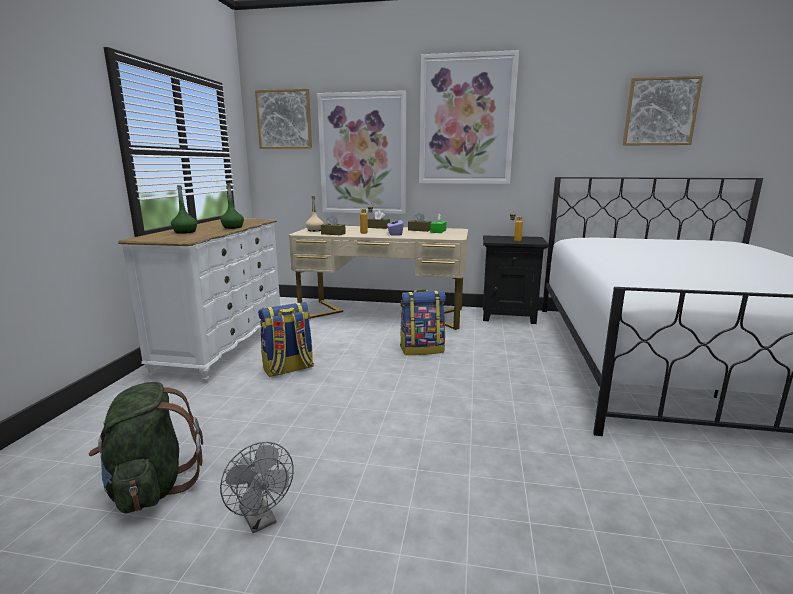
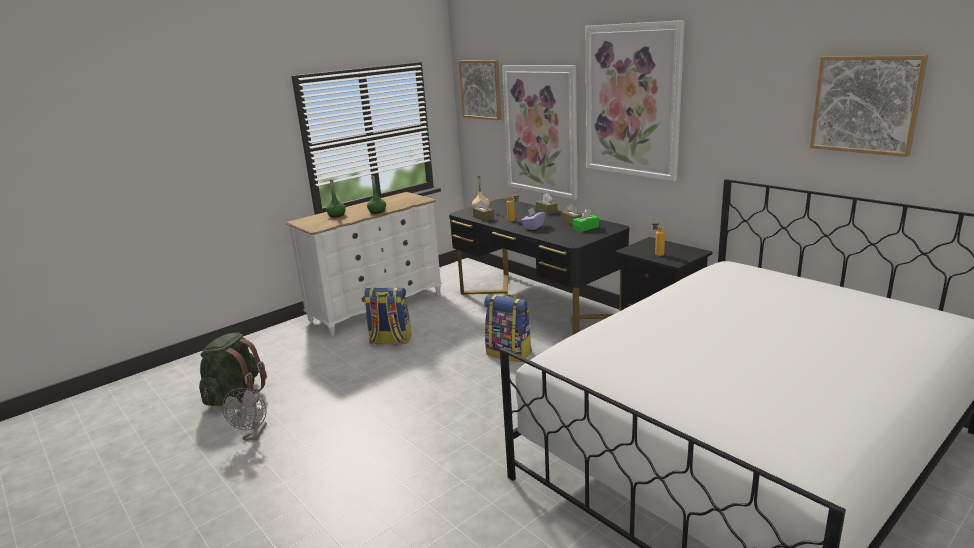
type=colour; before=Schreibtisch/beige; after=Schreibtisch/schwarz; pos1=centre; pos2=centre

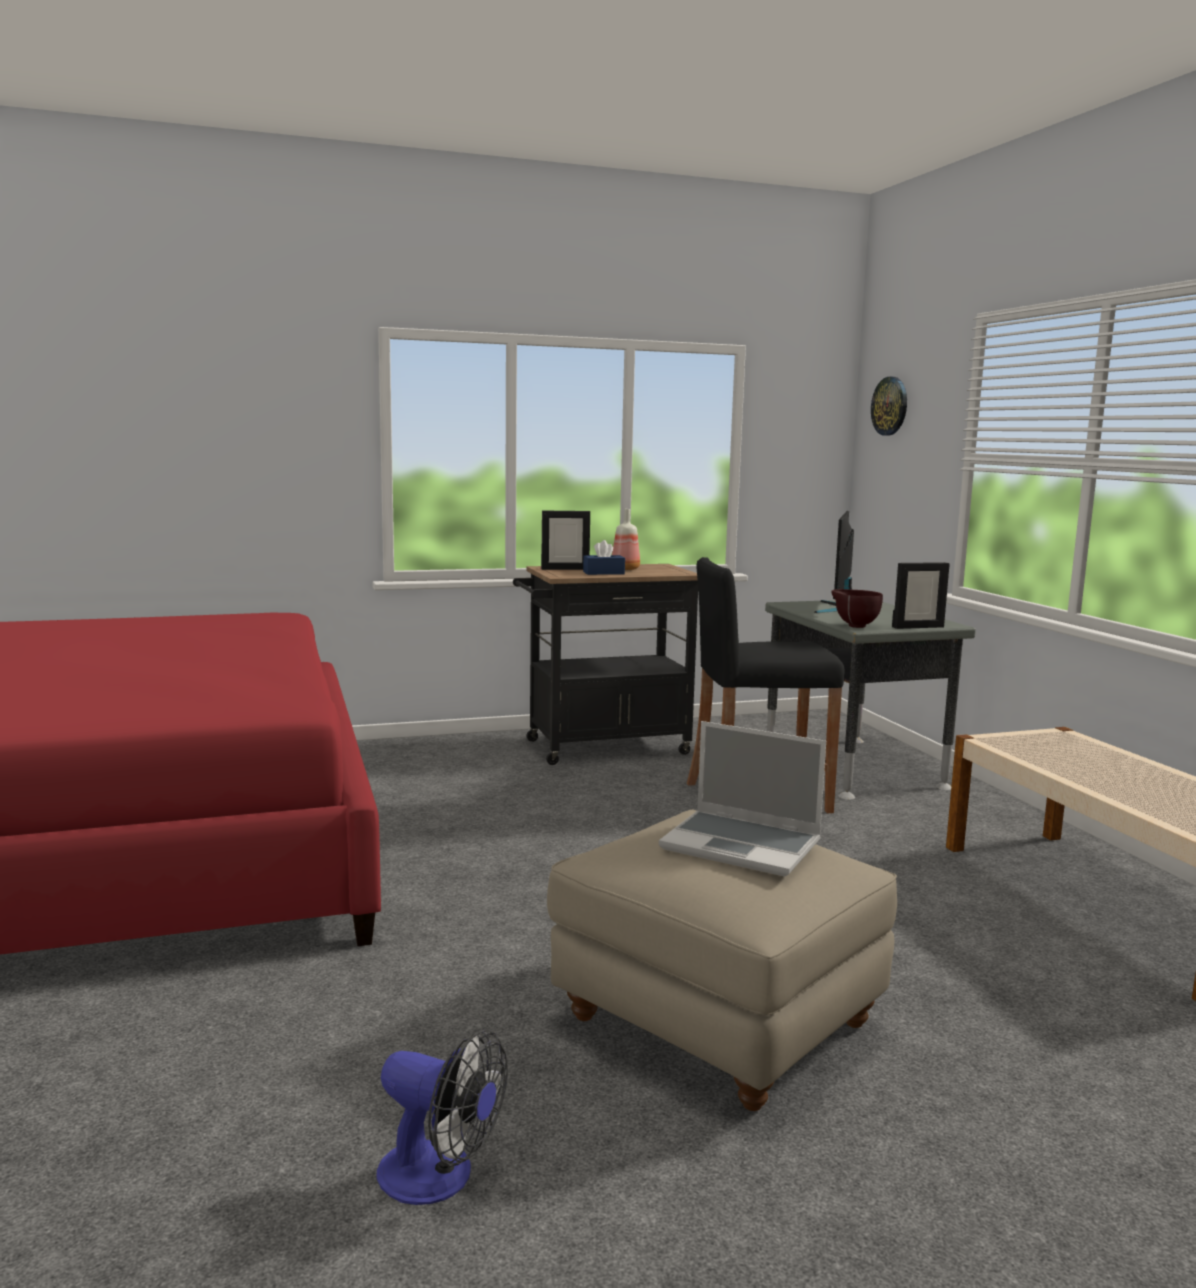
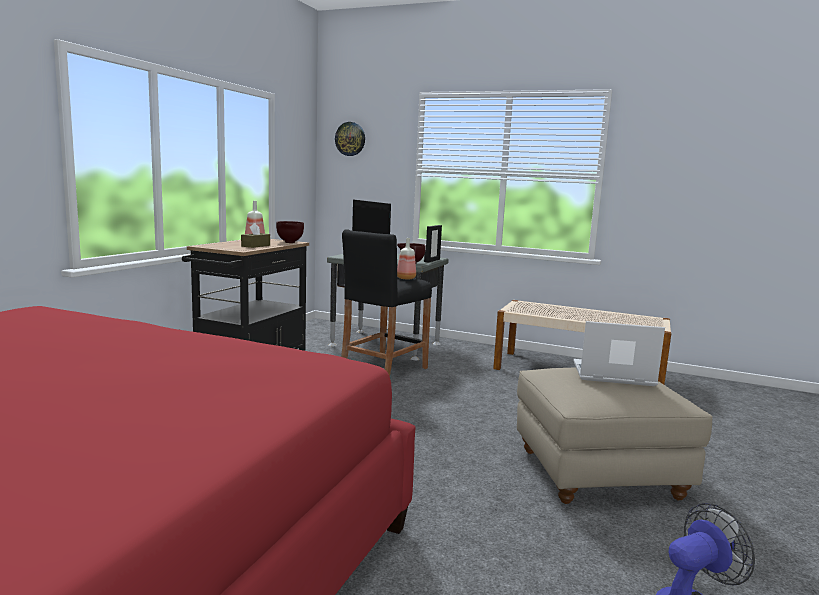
type=missing; before=Bilderrahmen (no. 1 from left); pos1=centre
type=colour; before=Taschentuchbox/blau; after=Taschentuchbox/braun; pos1=centre; pos2=middle left
type=spun; before=Laptop; pos1=centre; pos2=middle right; turn=-150
type=appeared; after=Schüssel/braun (no. 1 from left); pos2=centre
type=appeared; after=Flasche (no. 2 from left); pos2=centre

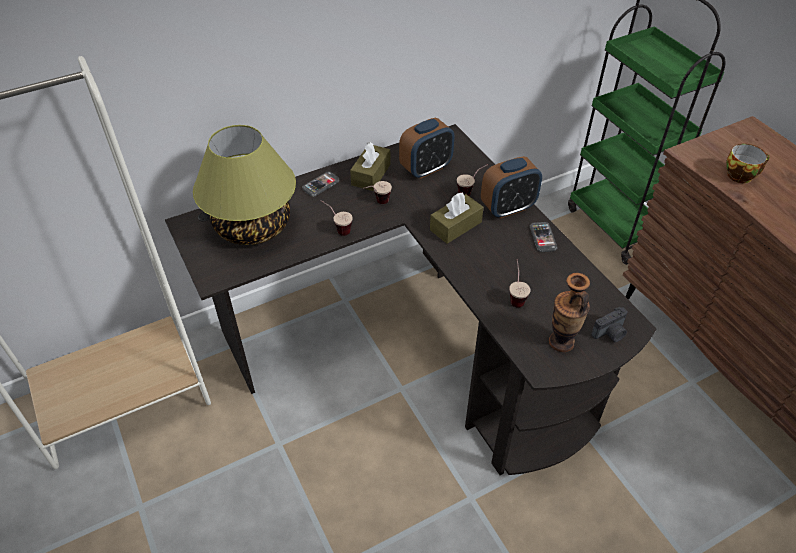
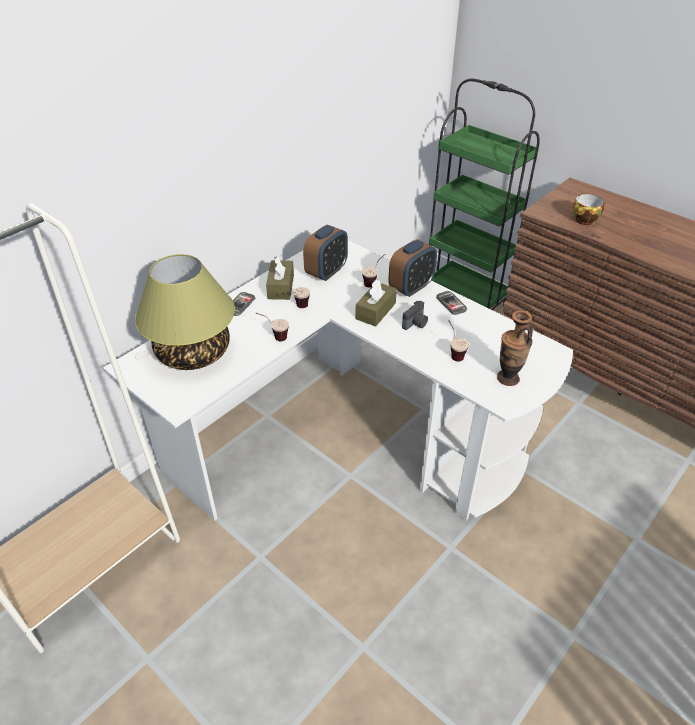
type=colour; before=Schreibtisch/schwarz; after=Schreibtisch/weiß; pos1=centre; pos2=centre
type=relocated; before=Kamera; pos1=middle right; pos2=centre

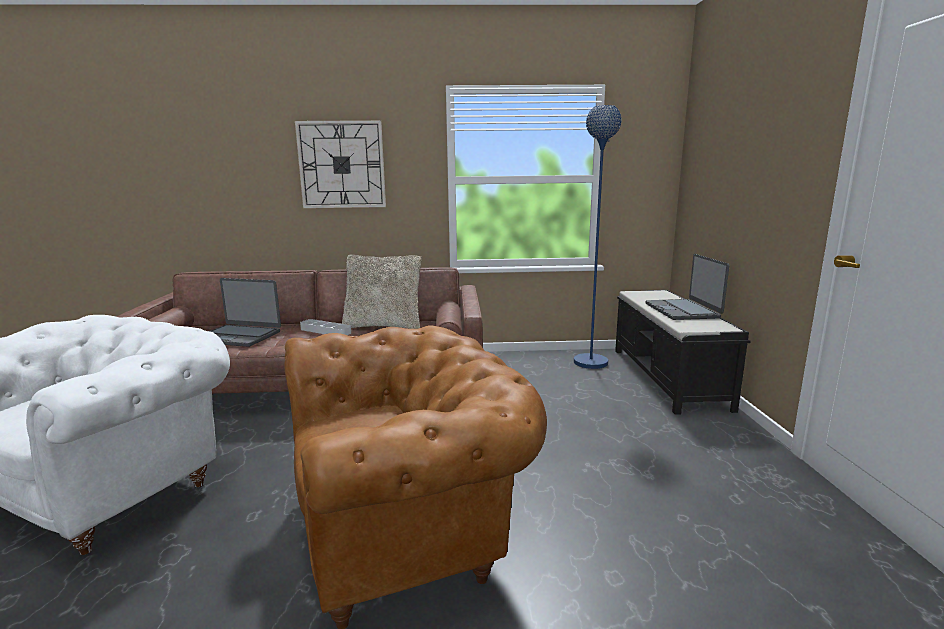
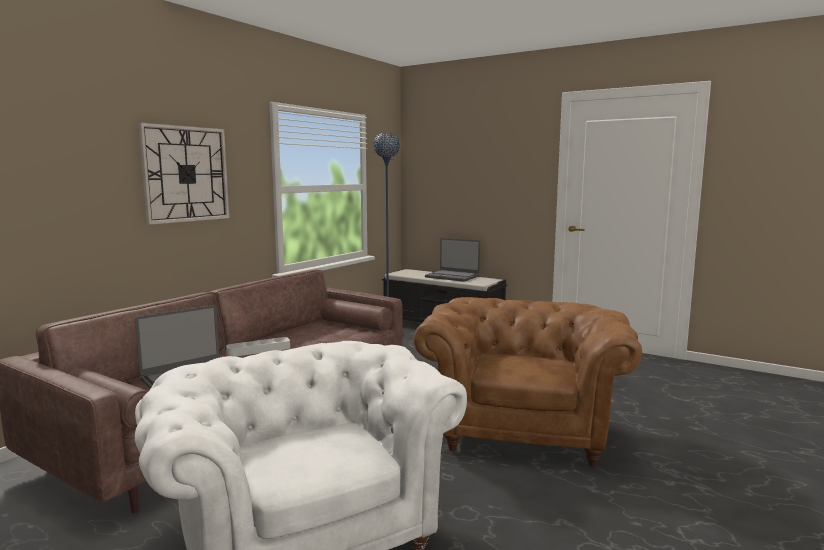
type=missing; before=Kissen/beige; pos1=centre

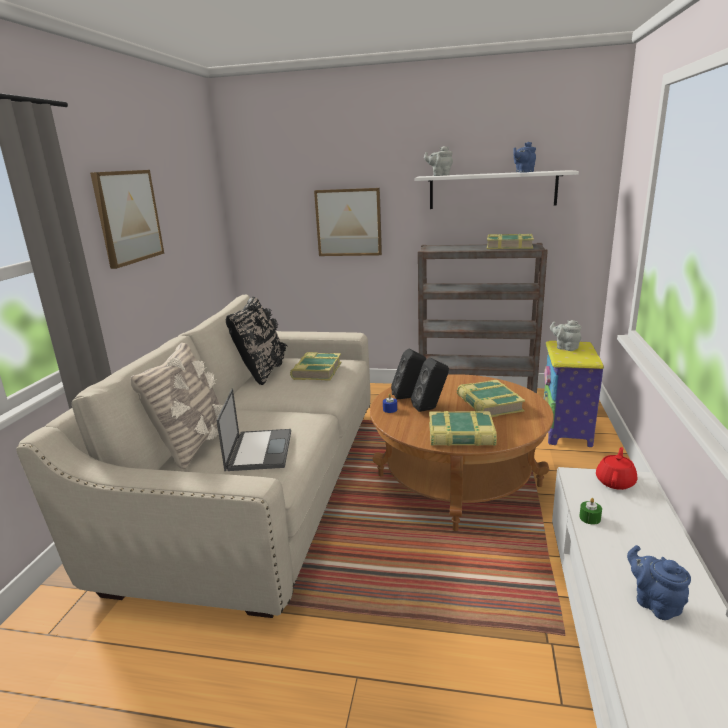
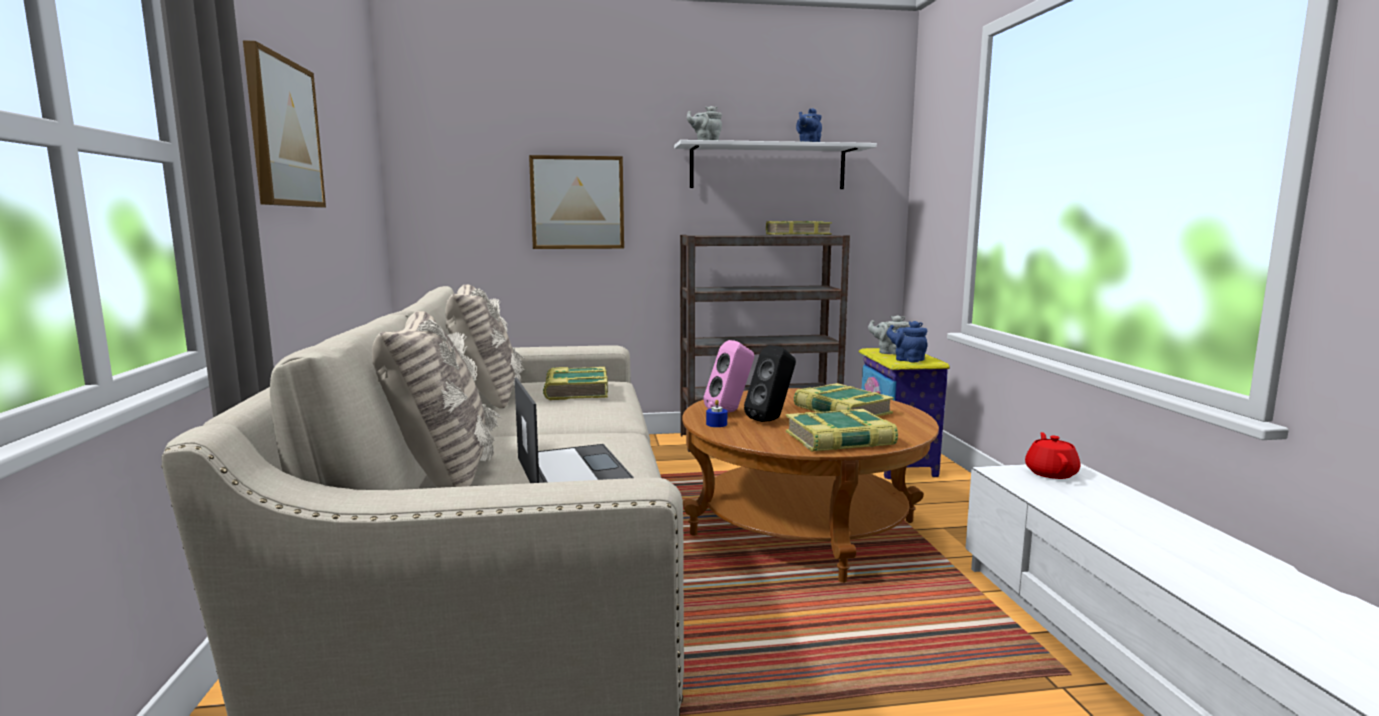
type=colour; before=Kissen/schwarz; after=Kissen/beige (no. 2 from left); pos1=centre; pos2=centre
type=colour; before=Lautsprecher/schwarz (no. 1 from left); after=Lautsprecher/rosa; pos1=centre; pos2=centre
type=missing; before=Kerze/grün; pos1=bottom right
type=relocated; before=Teekanne/blau (no. 2 from left); pos1=bottom right; pos2=centre

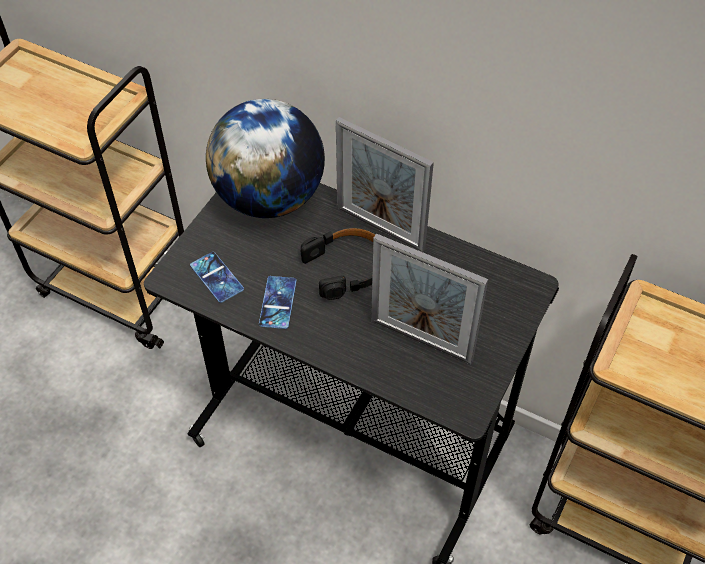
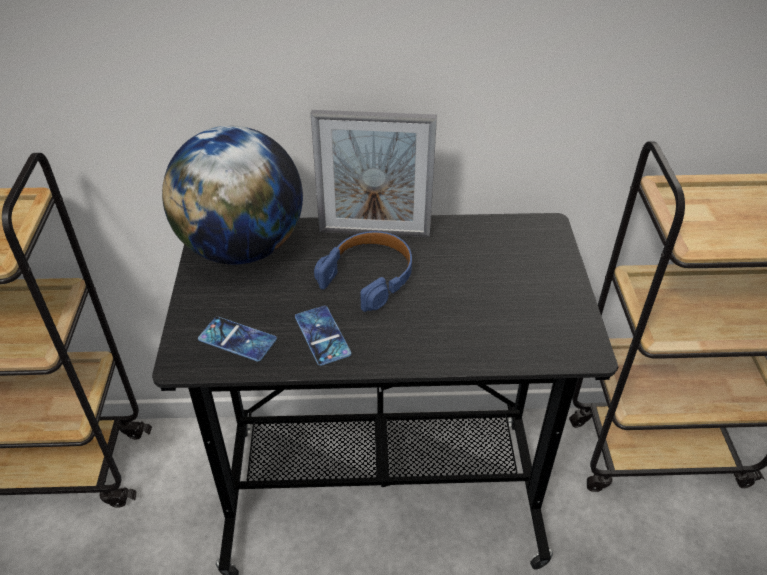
type=colour; before=Kopfhörer/schwarz; after=Kopfhörer/blau; pos1=centre; pos2=centre
type=missing; before=Bilderrahmen (no. 2 from left); pos1=centre

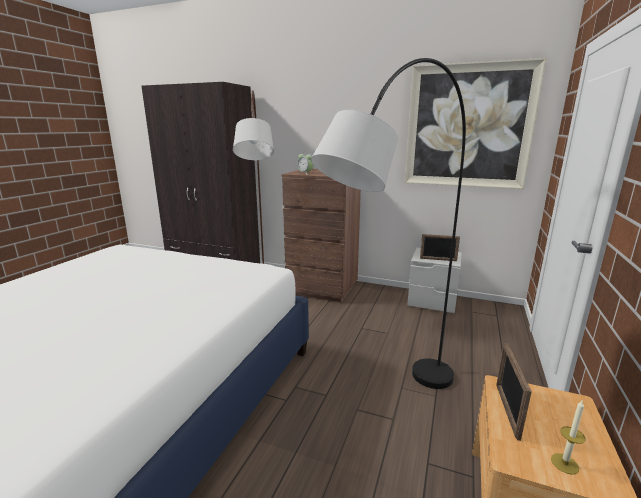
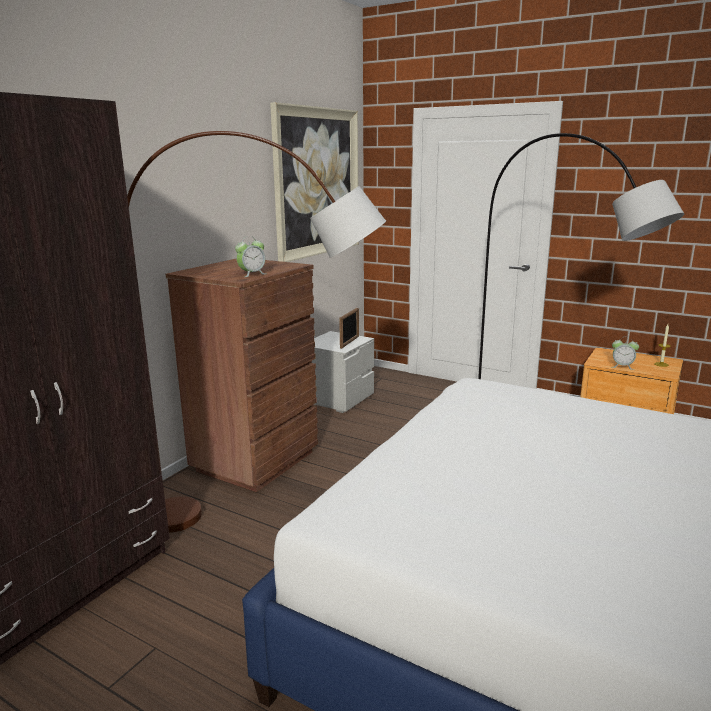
type=exchanged; before=Bilderrahmen (no. 2 from left); after=Wecker (no. 2 from left); pos1=bottom right; pos2=middle right

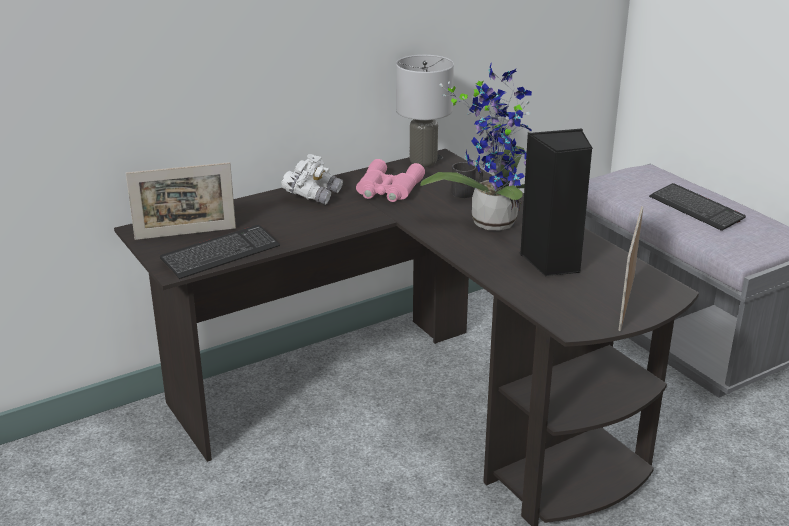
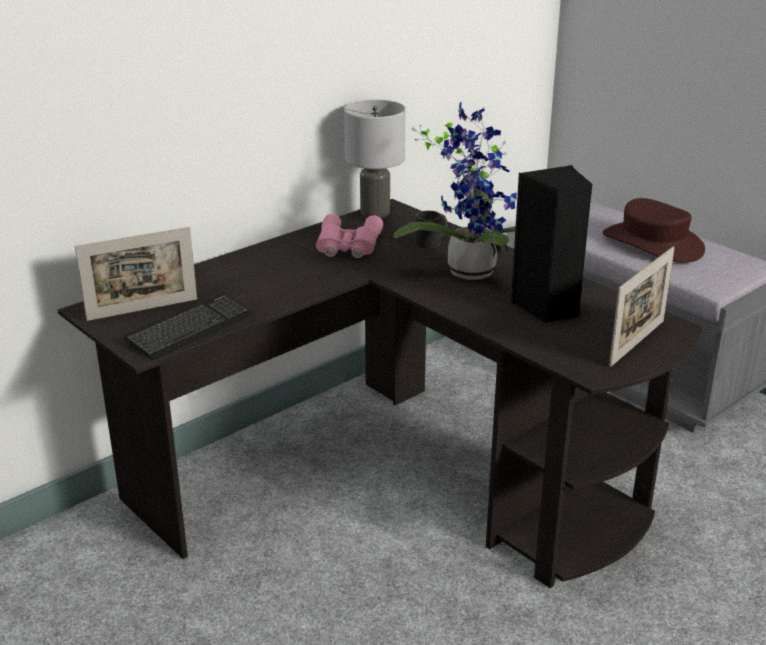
type=missing; before=Fernglas/weiß; pos1=centre
type=spun; before=Bilderrahmen (no. 2 from left); pos1=middle right; pos2=middle right; turn=-150
type=exchanged; before=Tastatur (no. 2 from left); after=Hut/braun; pos1=middle right; pos2=middle right

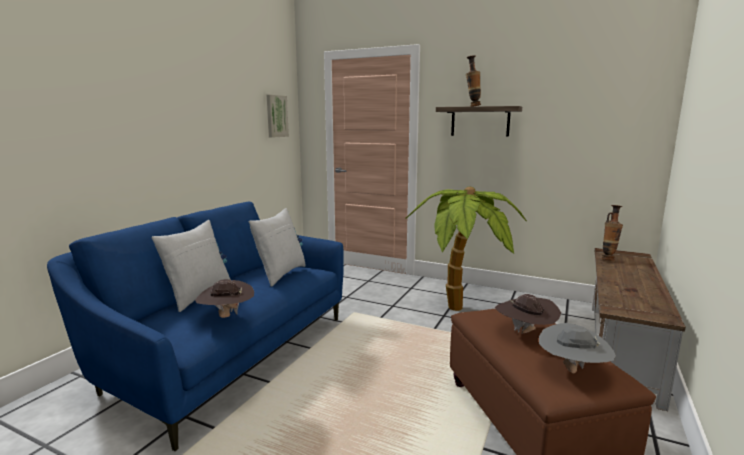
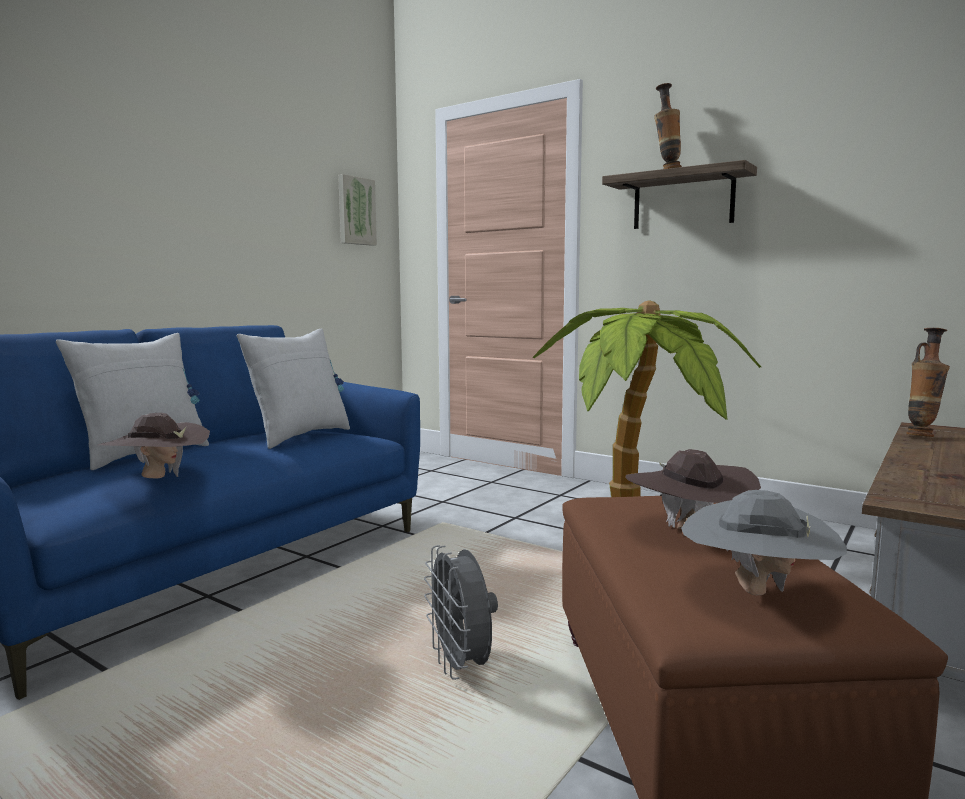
type=appeared; after=Ventilator/grau; pos2=bottom centre

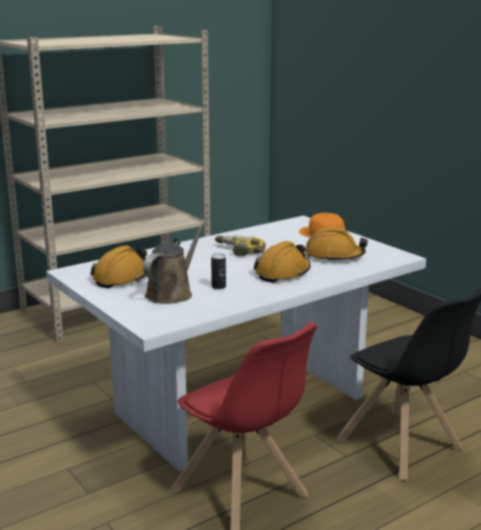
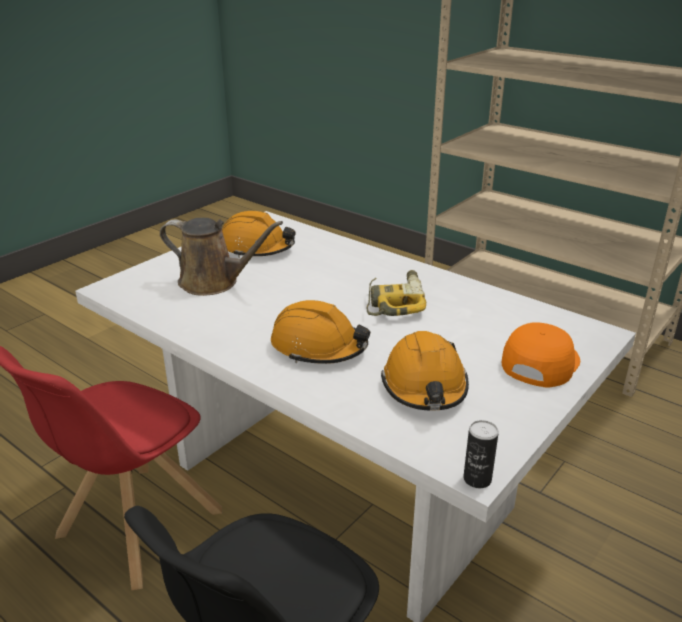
type=relocated; before=Dose; pos1=centre; pos2=bottom right

